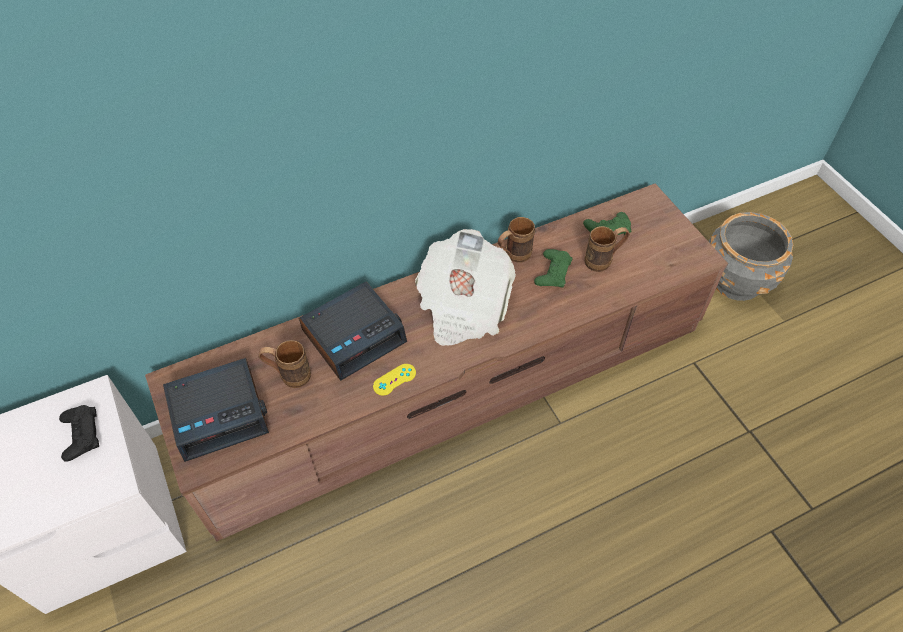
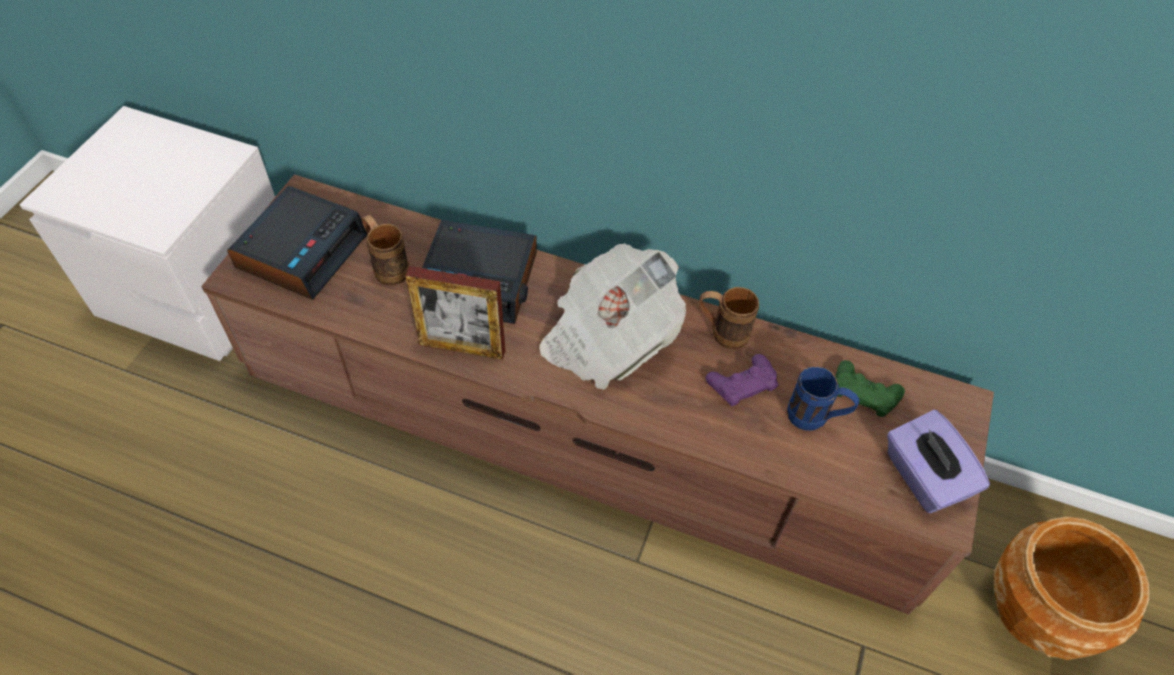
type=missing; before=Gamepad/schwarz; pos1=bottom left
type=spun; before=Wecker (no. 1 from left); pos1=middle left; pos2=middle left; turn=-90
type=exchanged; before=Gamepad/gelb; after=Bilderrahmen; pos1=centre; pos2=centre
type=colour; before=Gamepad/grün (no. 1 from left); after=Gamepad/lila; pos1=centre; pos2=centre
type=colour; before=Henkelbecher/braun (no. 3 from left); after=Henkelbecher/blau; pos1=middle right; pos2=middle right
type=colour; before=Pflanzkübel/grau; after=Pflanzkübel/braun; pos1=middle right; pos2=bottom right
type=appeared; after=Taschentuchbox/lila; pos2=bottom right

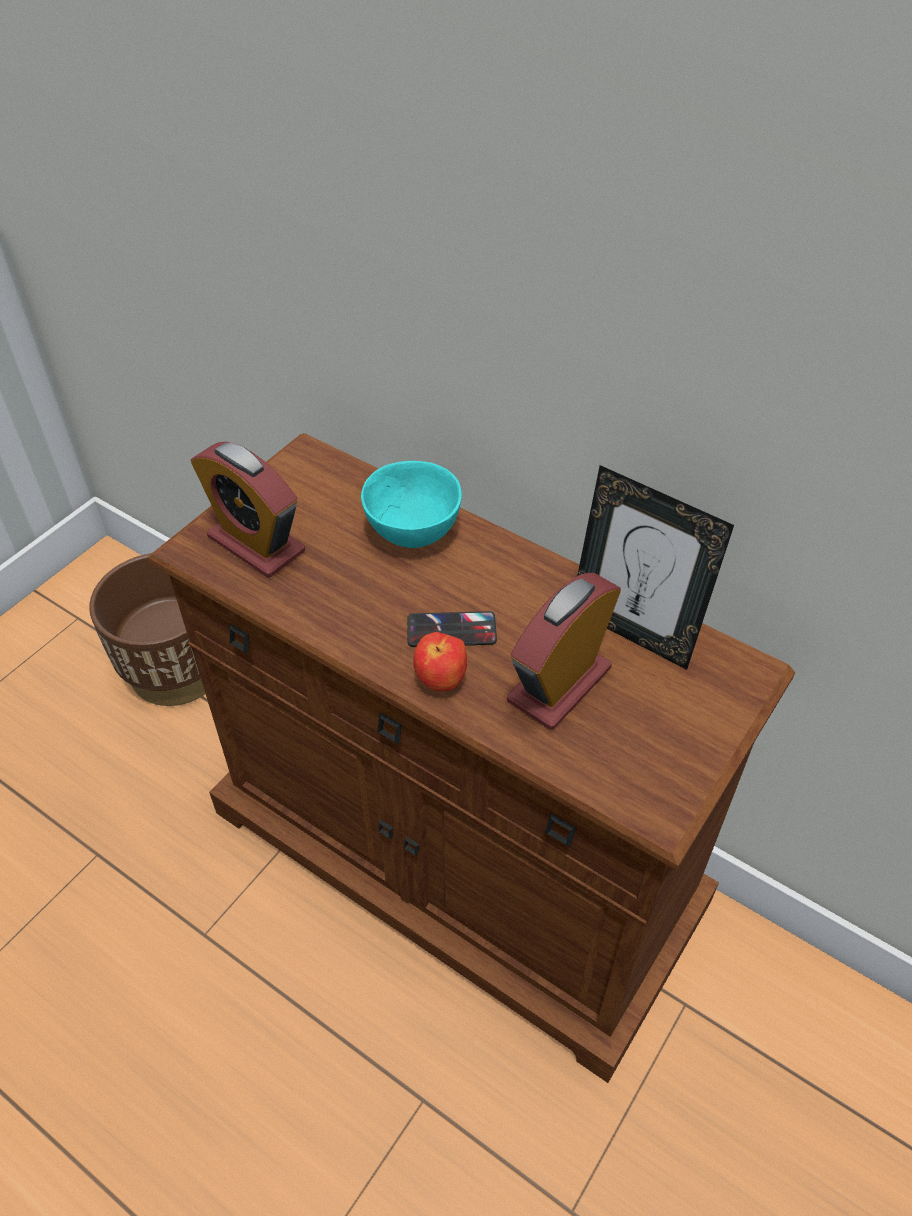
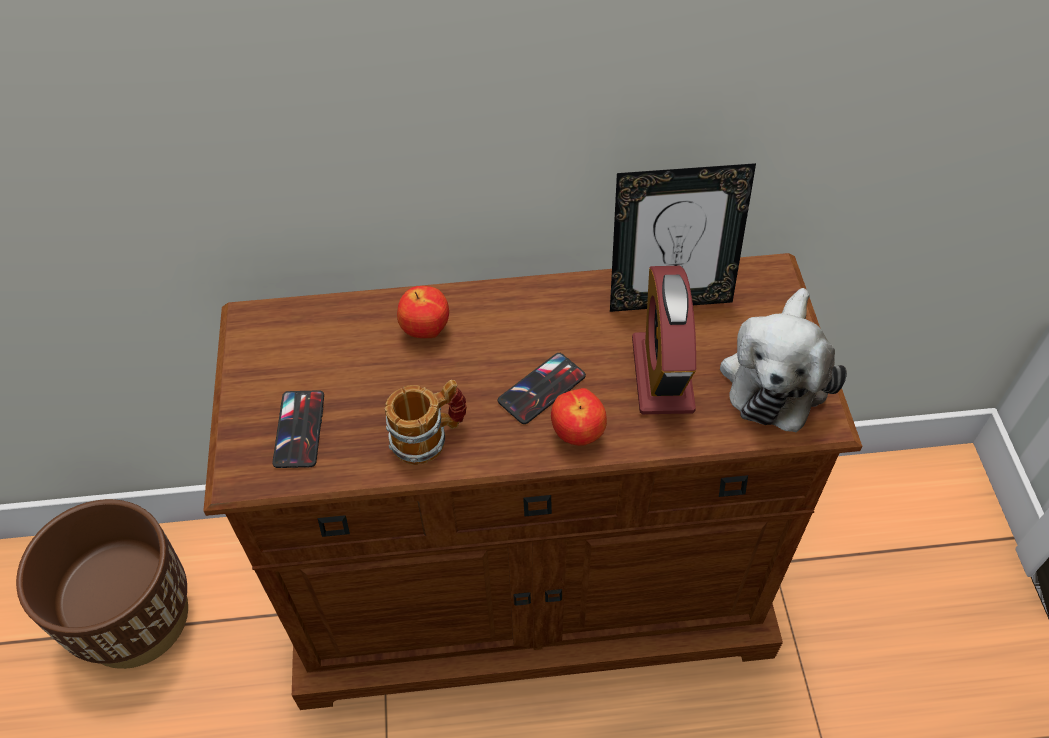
type=exchanged; before=Wecker (no. 1 from left); after=Handy (no. 1 from left); pos1=middle left; pos2=middle left
type=exchanged; before=Schüssel/türkis; after=Apfel (no. 1 from left); pos1=centre; pos2=centre
type=appeared; after=Henkelbecher; pos2=centre
type=appeared; after=Plüschtier; pos2=middle right

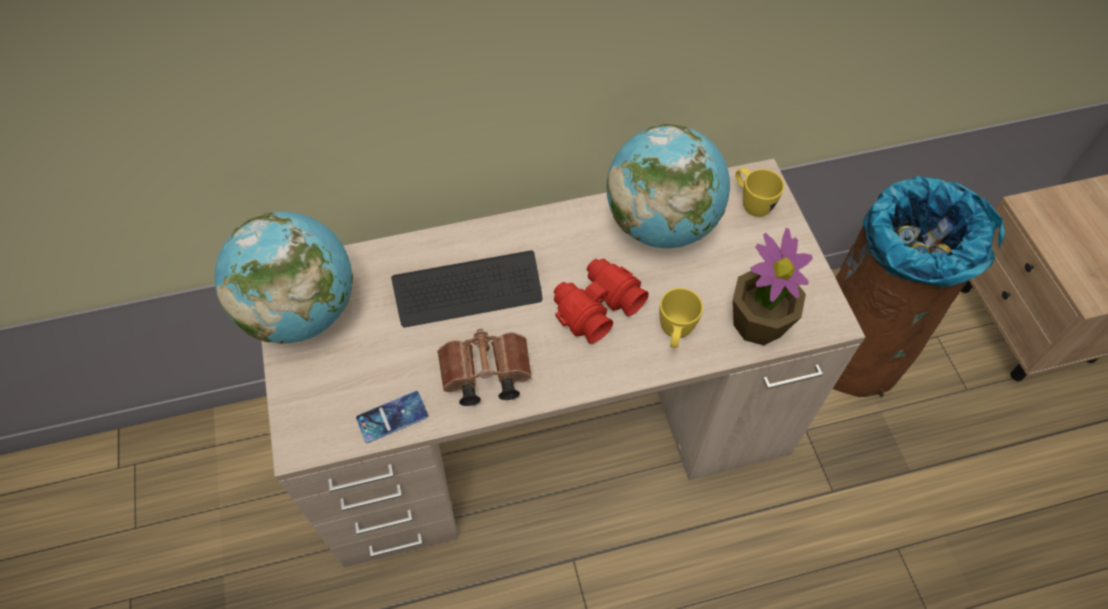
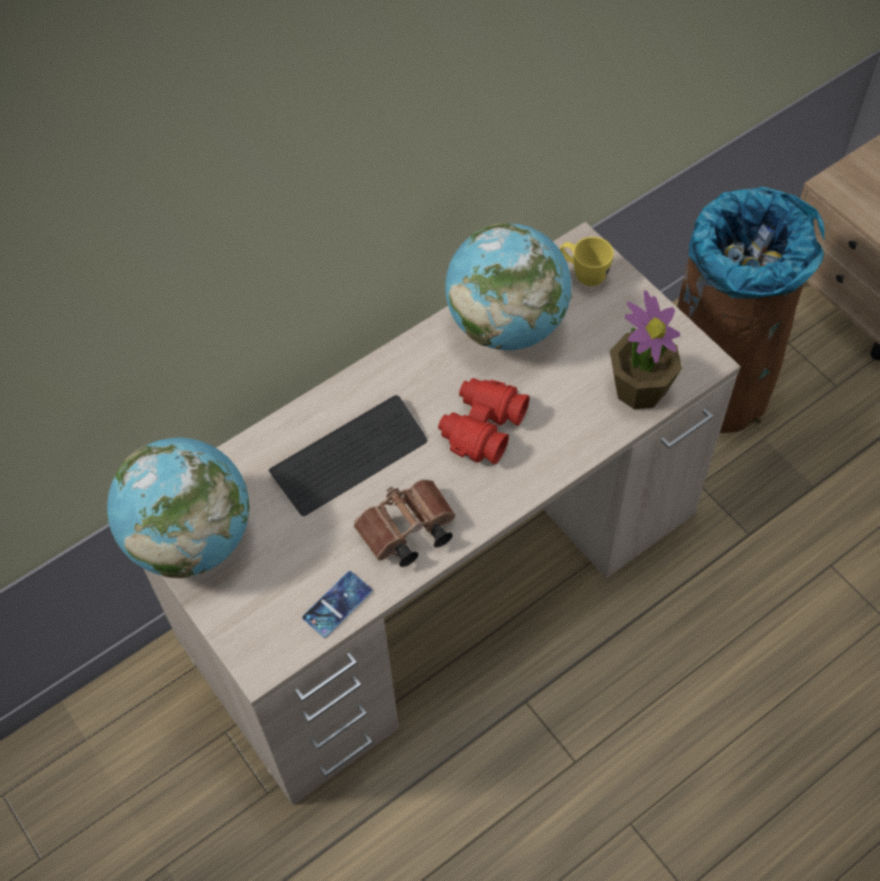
type=missing; before=Henkelbecher/gelb (no. 1 from left); pos1=centre

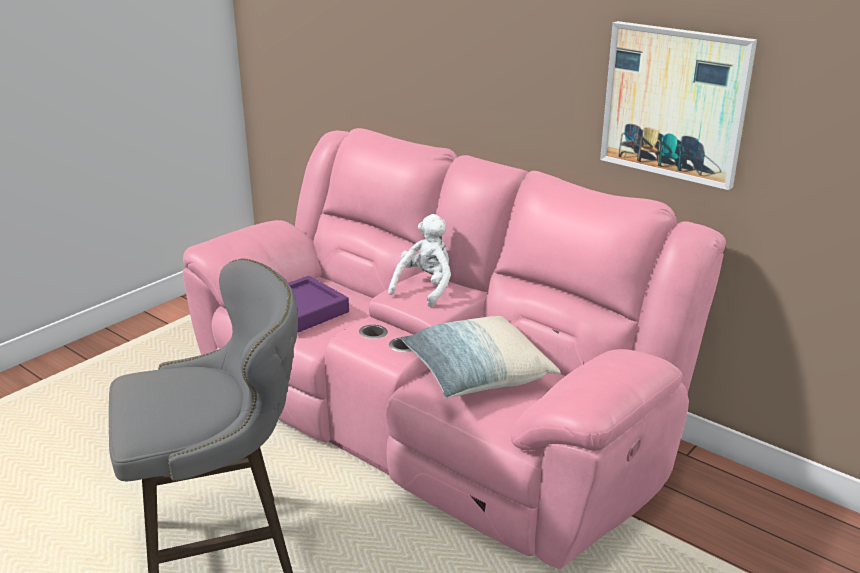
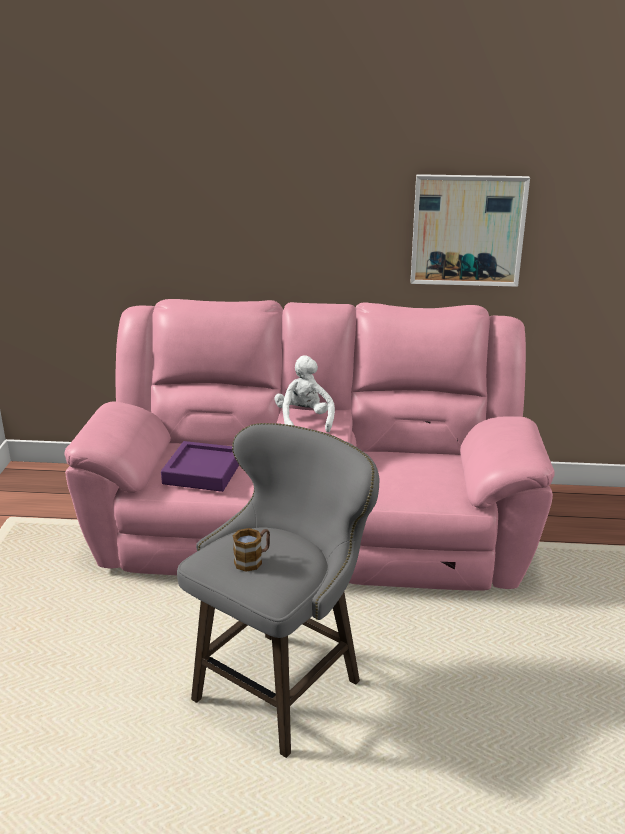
type=missing; before=Kissen; pos1=centre
type=appeared; after=Henkelbecher; pos2=centre

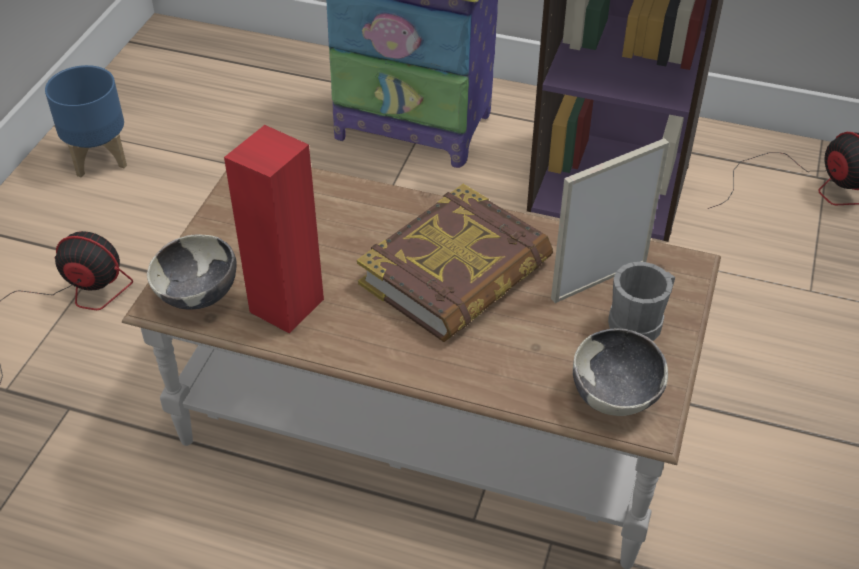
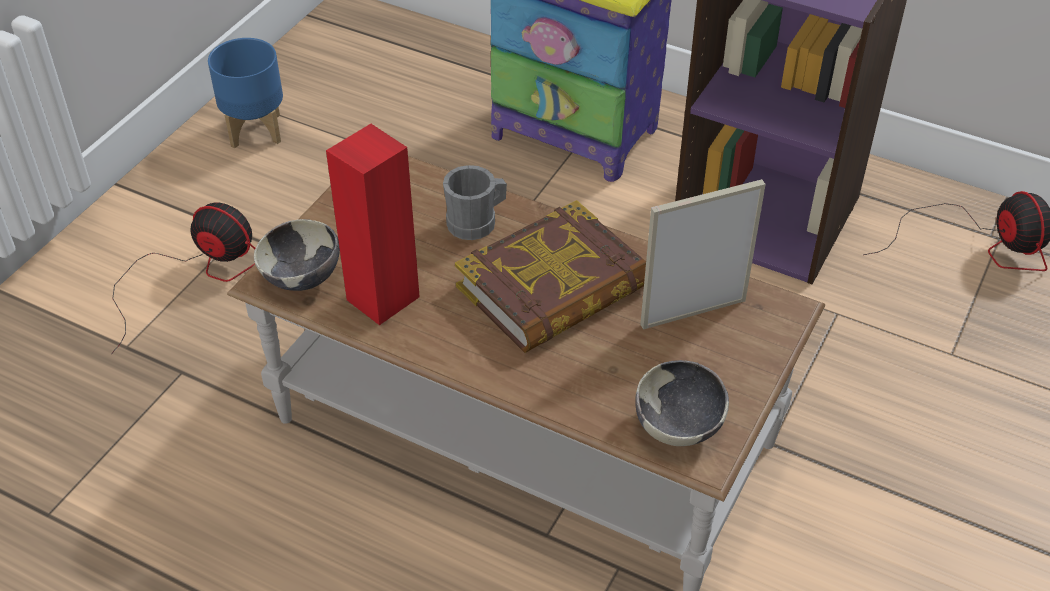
type=relocated; before=Henkelbecher/grau; pos1=middle right; pos2=centre

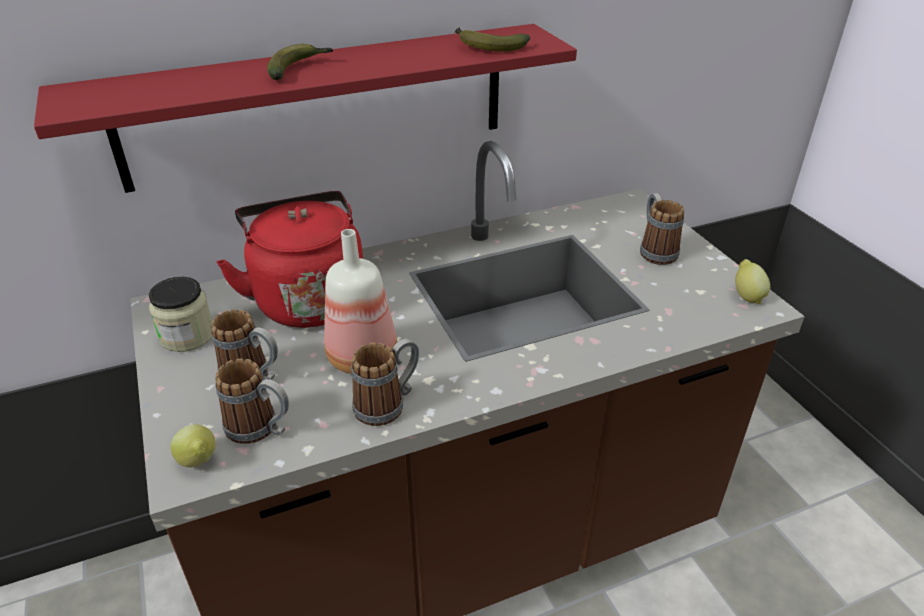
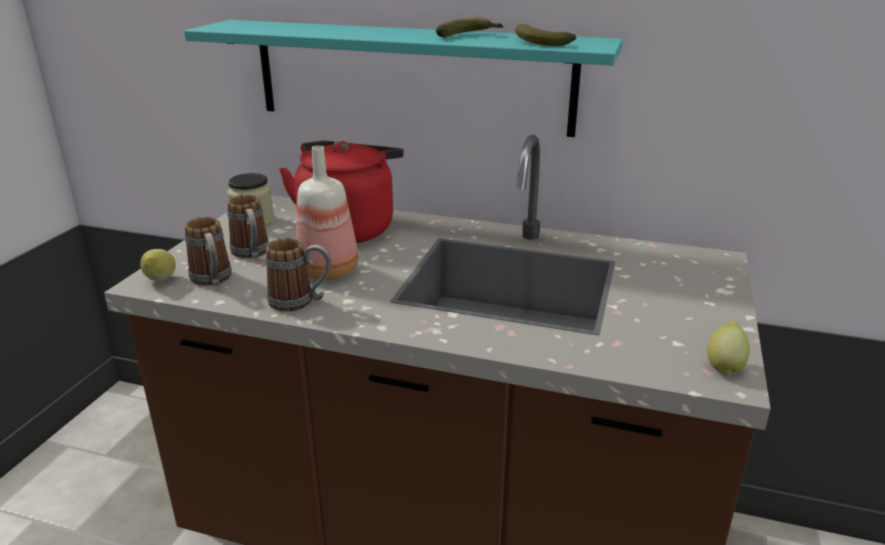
type=colour; before=Wandregal/rot; after=Wandregal/türkis; pos1=top left; pos2=top centre
type=relocated; before=Banane (no. 1 from left); pos1=top left; pos2=top centre
type=missing; before=Henkelbecher (no. 4 from left); pos1=middle right

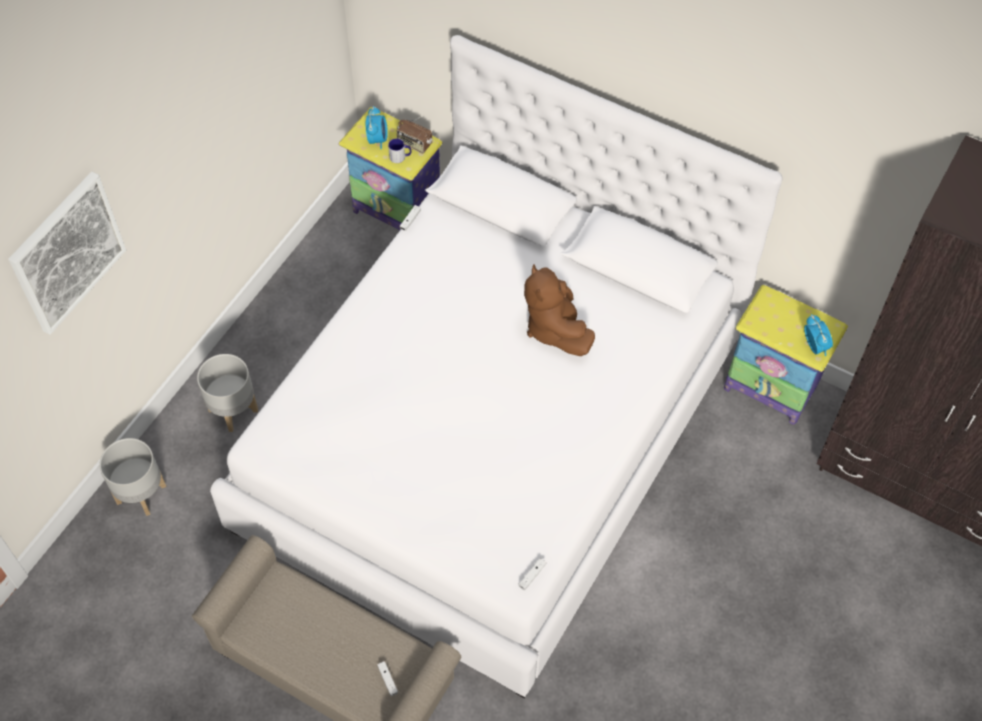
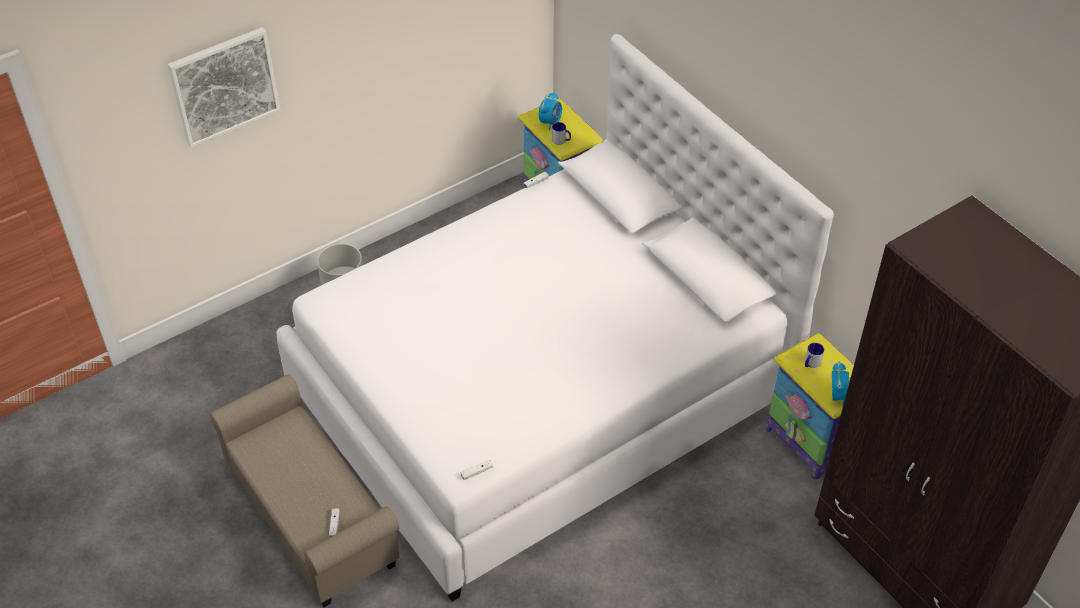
type=missing; before=Pflanzkübel/grau (no. 1 from left); pos1=middle left
type=missing; before=Radio; pos1=top centre
type=missing; before=Plüschtier/braun; pos1=centre
type=appeared; after=Henkelbecher (no. 2 from left); pos2=middle right

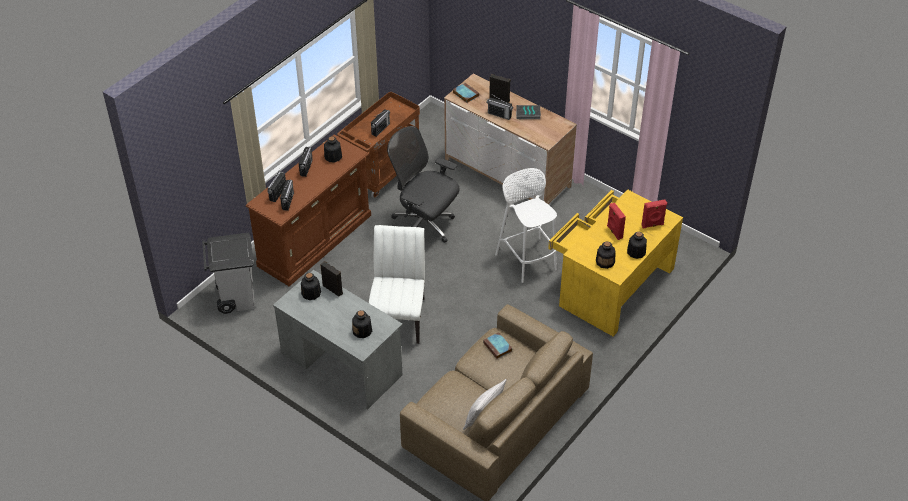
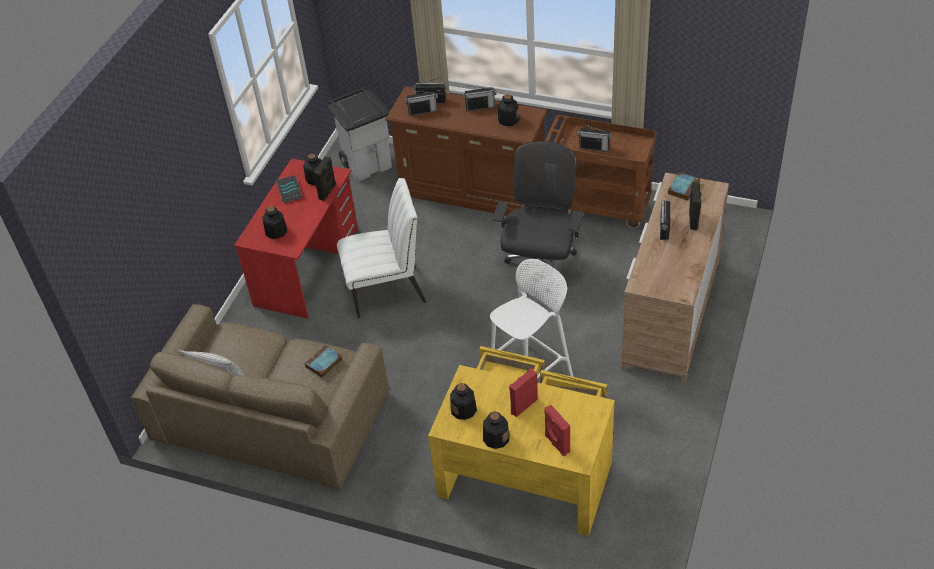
type=colour; before=Schreibtisch/grau; after=Schreibtisch/rot; pos1=bottom centre; pos2=middle left
type=relocated; before=Buch (no. 3 from left in the first image); after=Buch (no. 1 from left); pos1=top centre; pos2=top left

